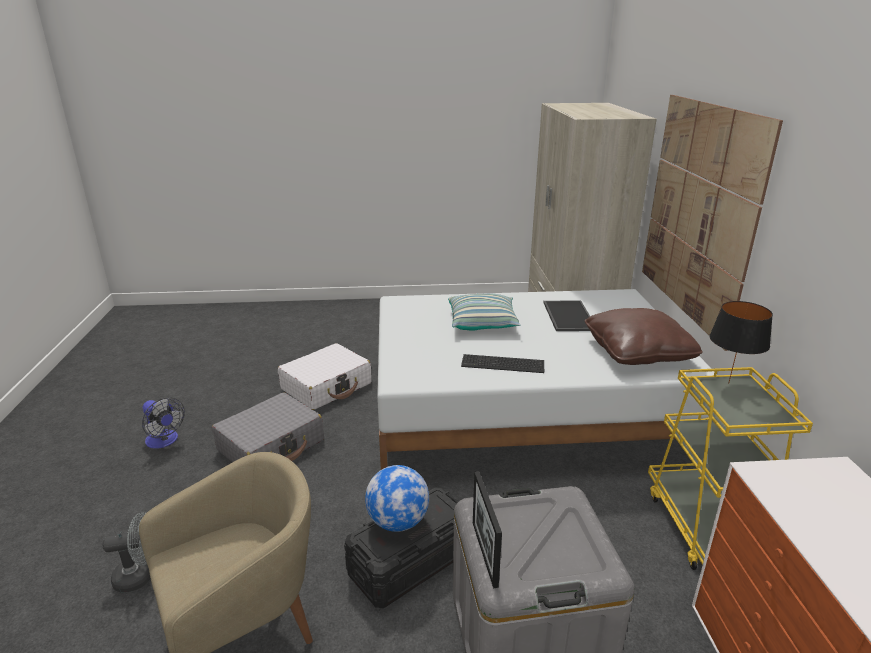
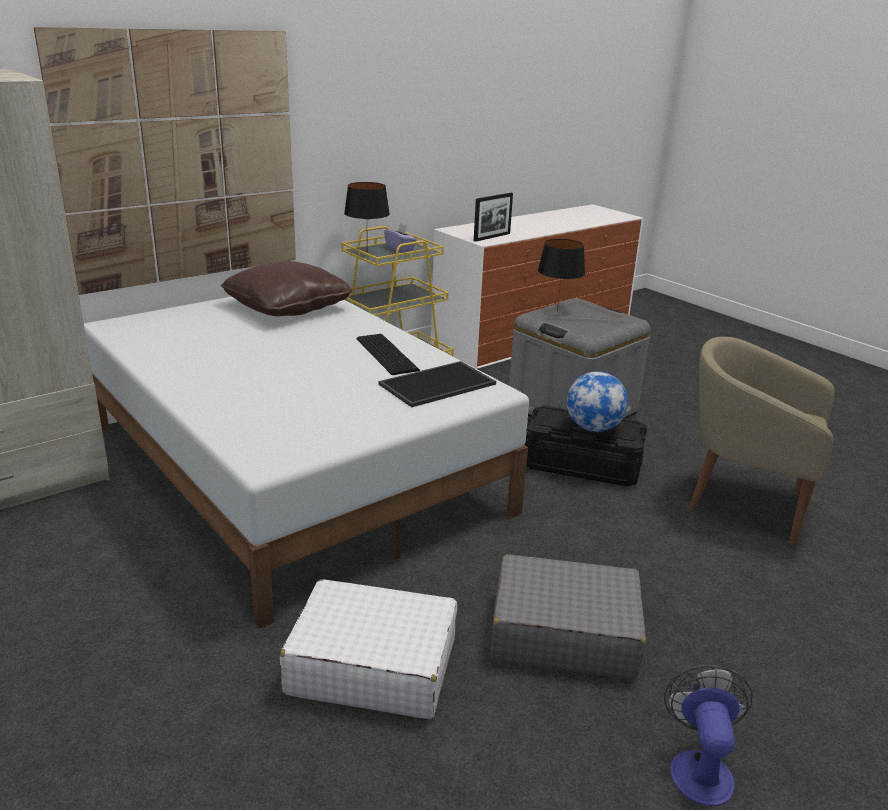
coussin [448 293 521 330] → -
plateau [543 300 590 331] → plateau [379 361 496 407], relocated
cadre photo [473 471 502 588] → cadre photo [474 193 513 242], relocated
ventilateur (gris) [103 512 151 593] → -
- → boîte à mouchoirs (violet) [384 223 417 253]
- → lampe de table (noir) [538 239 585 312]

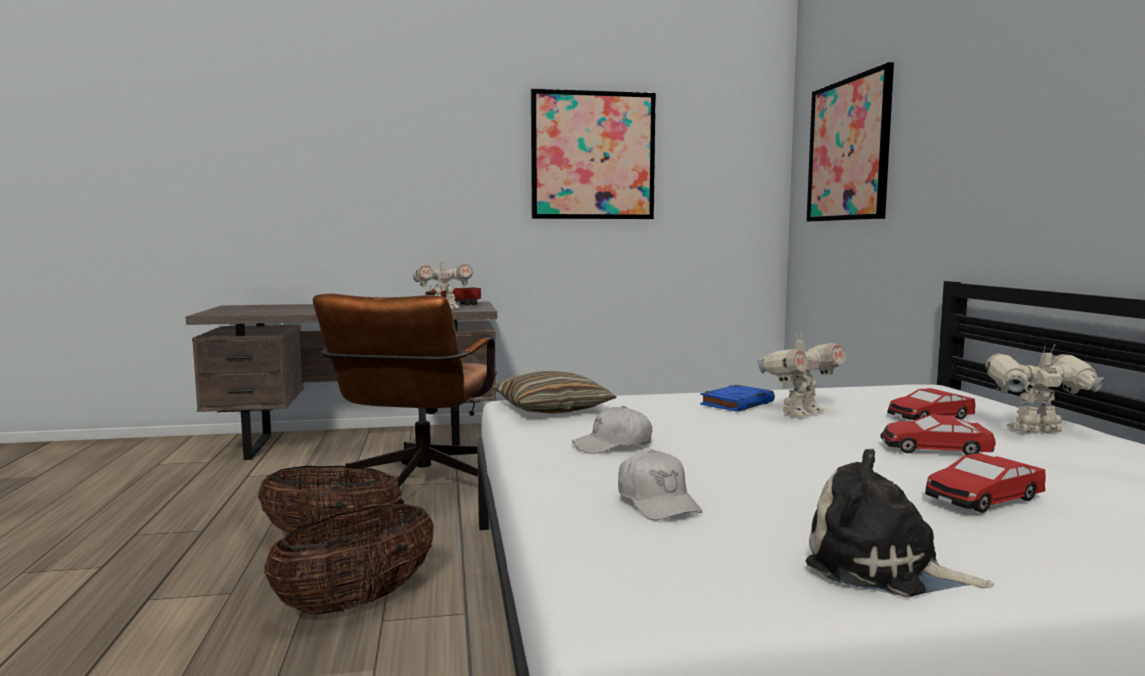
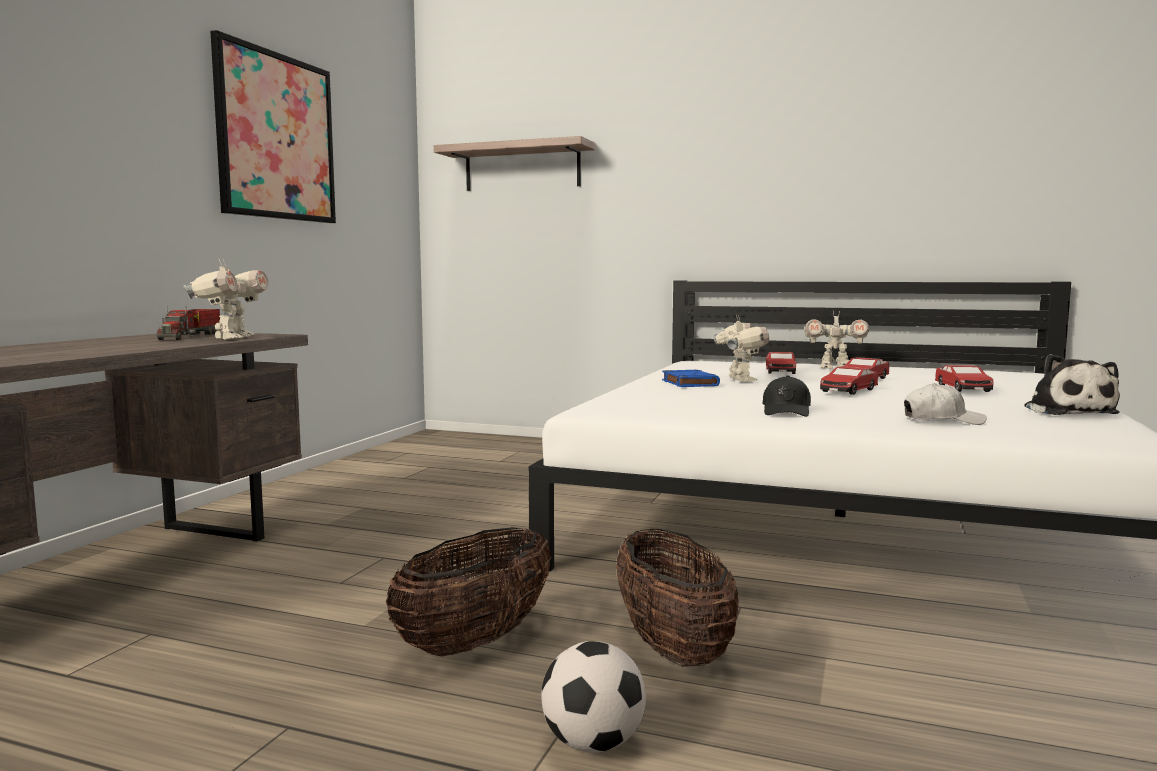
tableau [806 62 894 222] → étagère [434 136 595 191]
chaise de bureau (marron) [313 294 497 511] → -
robot jouet [985 344 1105 434] → robot jouet [804 310 869 369], 105 degrees counterclockwise
coussin [492 371 617 414] → -
casquette (blanc) [572 406 652 454] → casquette (noir) [762 375 811 417]
peluche [806 449 994 597] → peluche [1024 354 1120 415], 60 degrees counterclockwise
- → petite voiture [820 366 878 395]
- → ballon de foot [541 641 646 753]

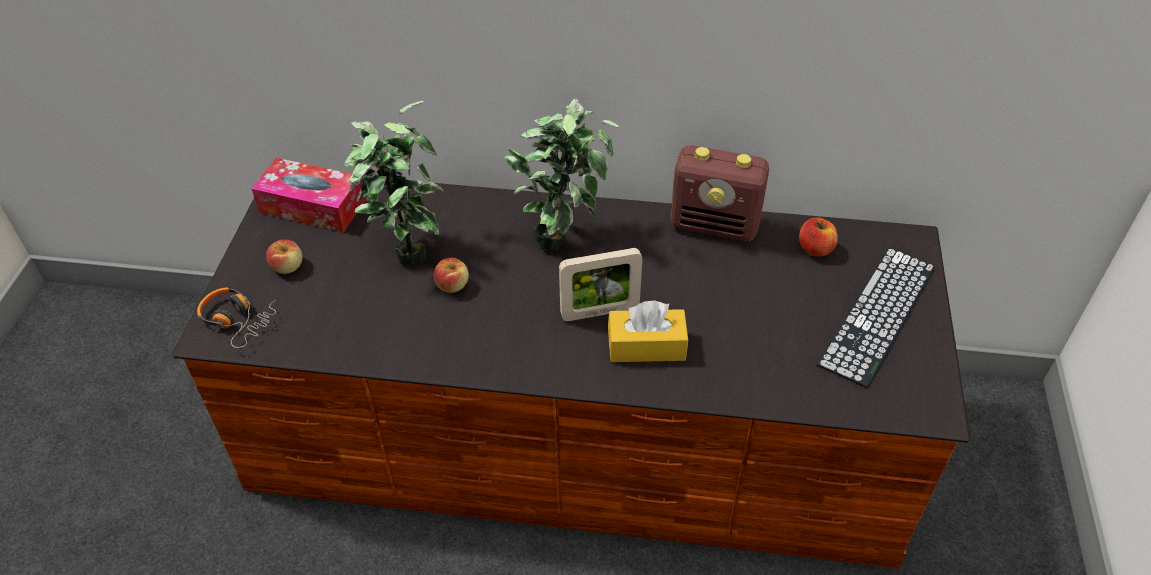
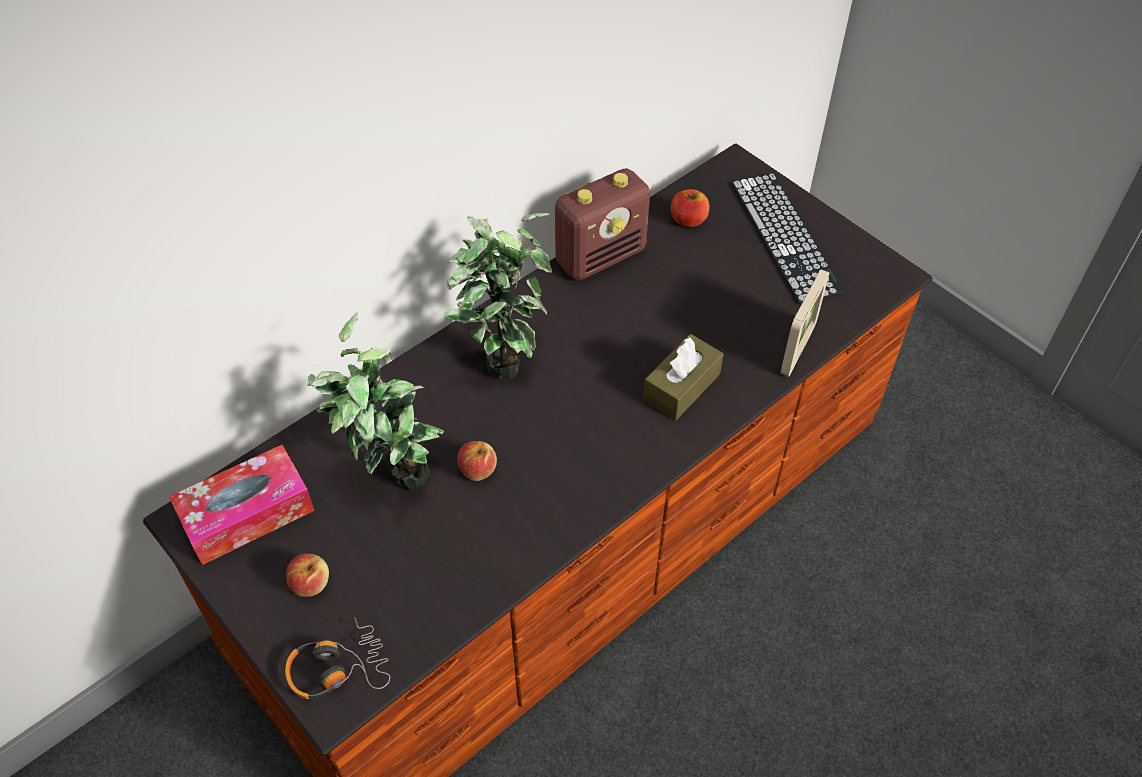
cadre photo [559 248 642 321] → cadre photo [780 269 829 377], relocated
boîte à mouchoirs (jaune) [608 300 688 362] → boîte à mouchoirs (marron) [643 334 724 420]

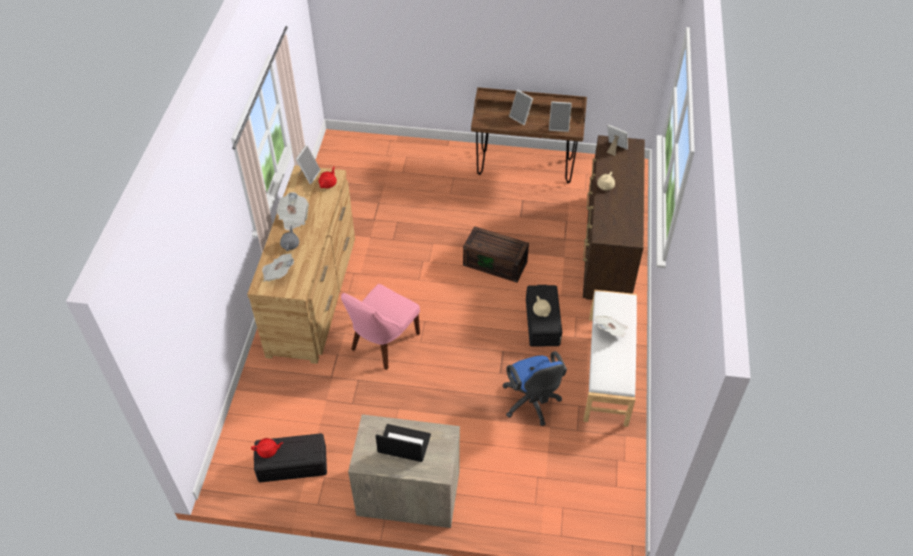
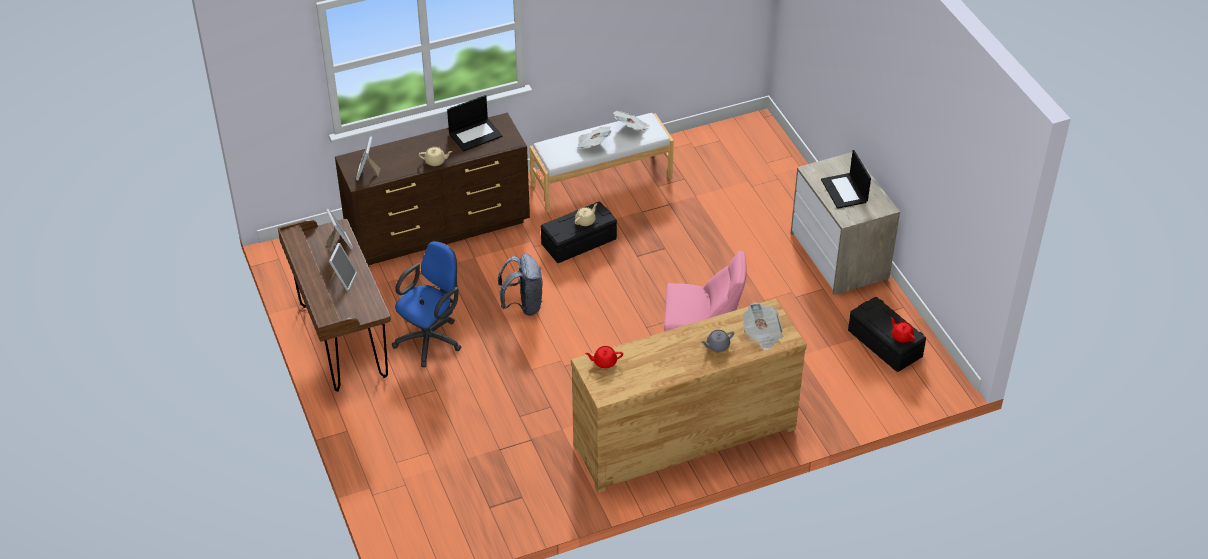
cadre photo [296 145 321 184] → -
journal [276 192 309 230] → journal [613 111 650 131], relocated
boîte de rangement (marron) [463 226 529 283] → sac à dos (gris) [498 254 543 316]
chaise de bureau (bleu) [502 351 567 426] → chaise de bureau (bleu) [392 241 461 367], relocated
- → ordinateur portable [447 95 502 151]

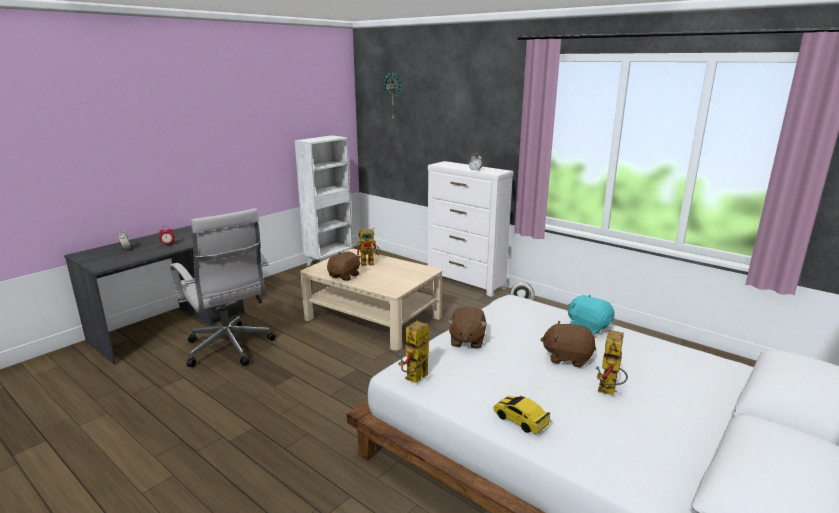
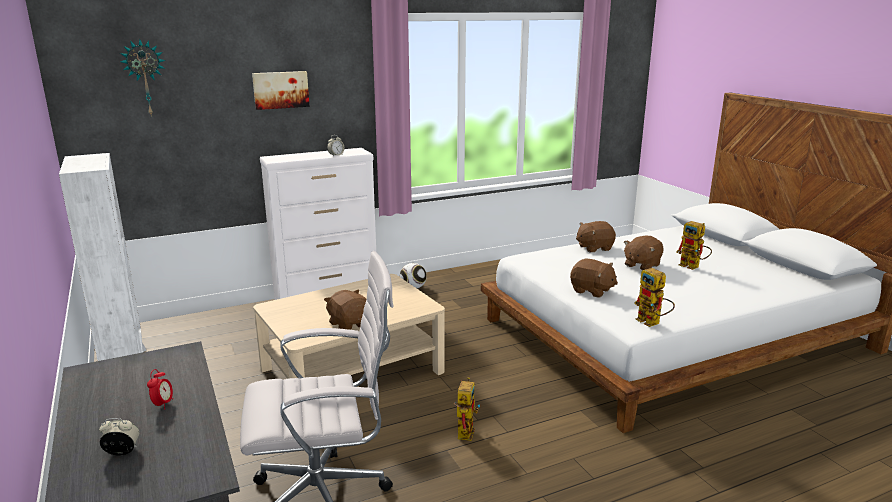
robot jouet [357 228 380 266] → robot jouet [454 377 480 441], relocated
peluche (turquoise) [568 295 614 335] → peluche (marron) [576 221 616 252]
petite voiture [493 395 551 435] → -
- → tableau [252 71 310 110]

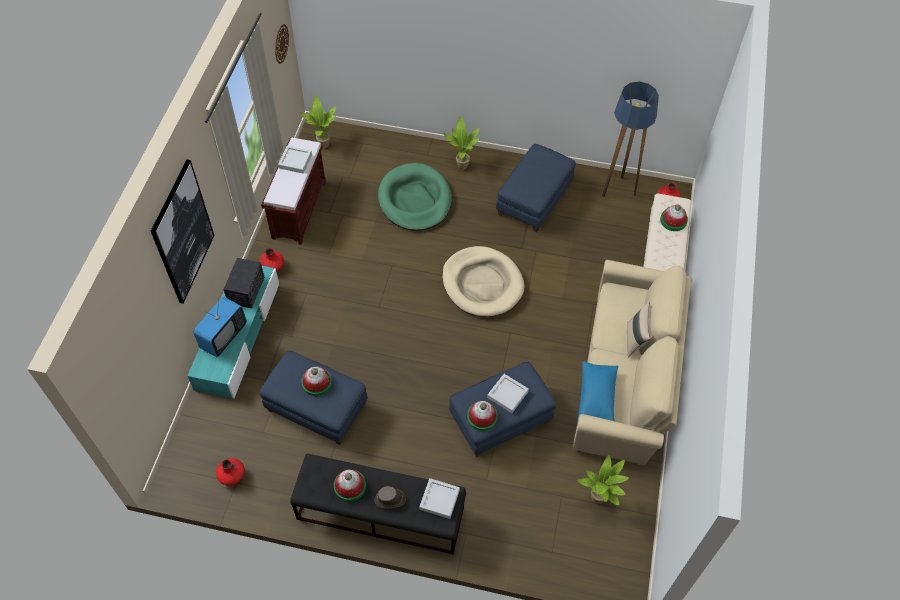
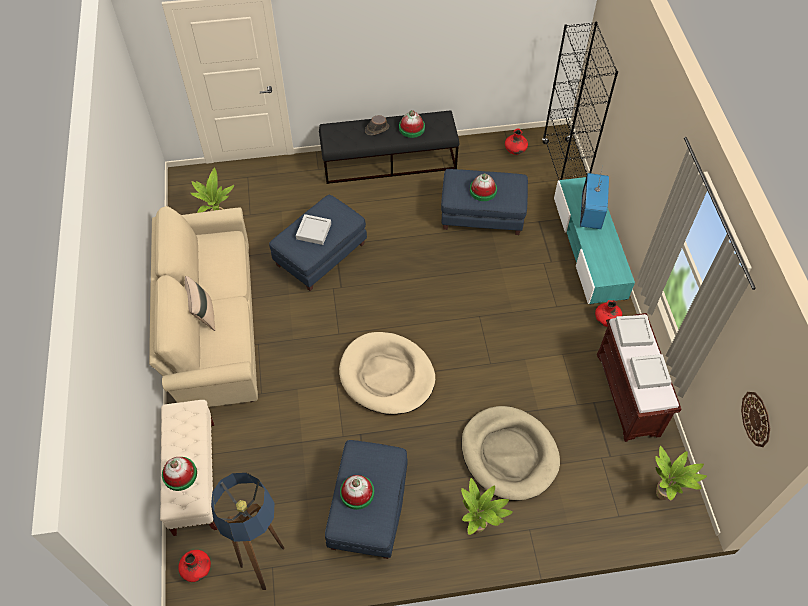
tableau [151 160 215 304] → -
panier pour chien (vert) [378 163 452 231] → panier pour chien (beige) [461 406 560 501]
radio [223 258 264 308] → -
coussin (bleu) [578 361 618 421] → -
chapeau [467 401 498 431] → chapeau [340 475 374 510], relocated
plateau (gris) [419 478 460 519] → plateau (gris) [615 315 654 347], relocated
- → bibliothèque (noir) [542 22 618 180]

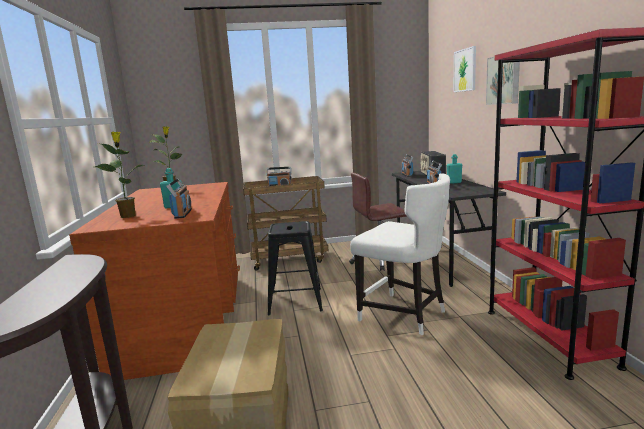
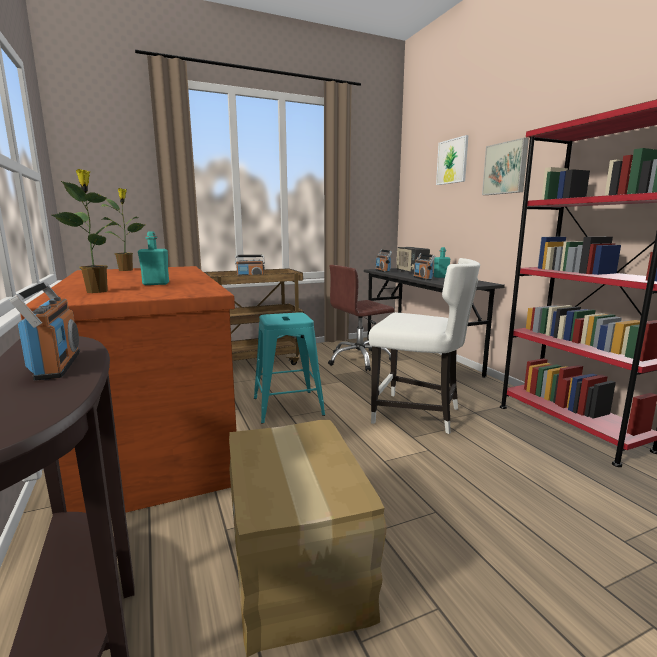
radio [166 178 192 219] → radio [9 282 80 381], relocated
tabouret (noir) [268 221 323 315] → tabouret (turquoise) [254 312 325 424]

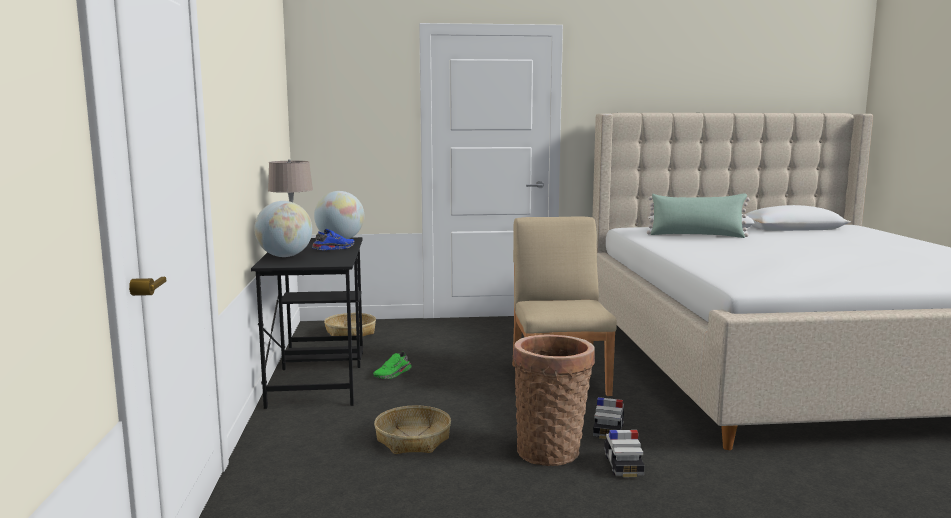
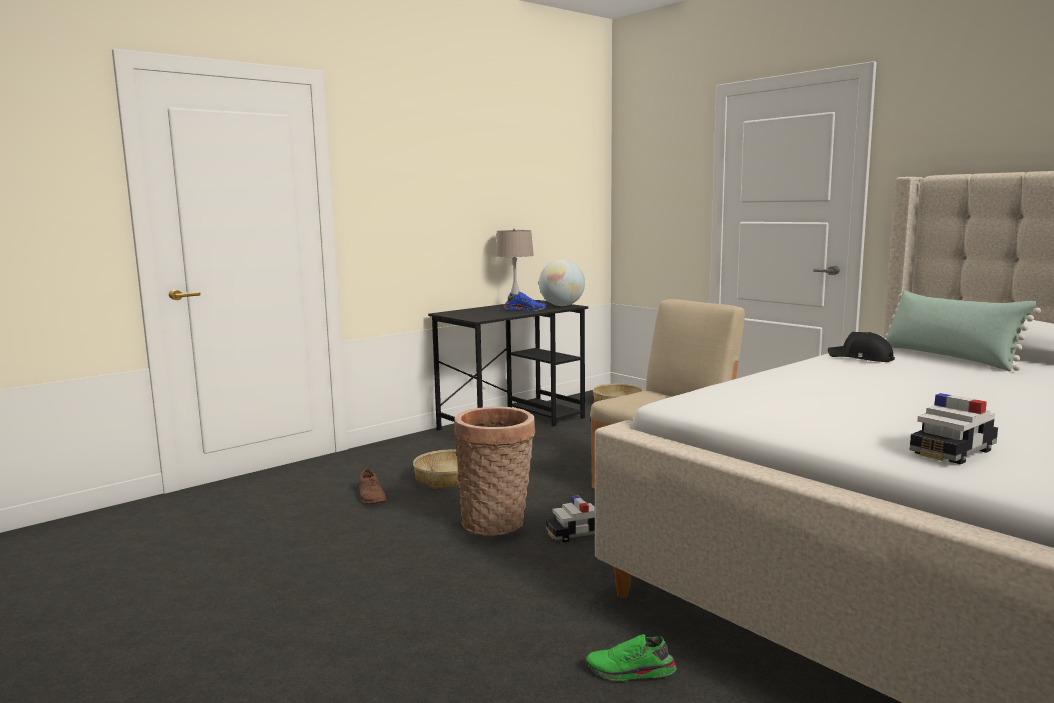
globe [254 201 312 257] → -
chaussure (vert) [373 352 412 379] → chaussure (vert) [586 634 677 681], relocated
petite voiture [604 430 645 477] → petite voiture [910 393 998 464], relocated
- → casquette (noir) [828 332 895 362]
- → chaussure (marron) [359 469 387 504]

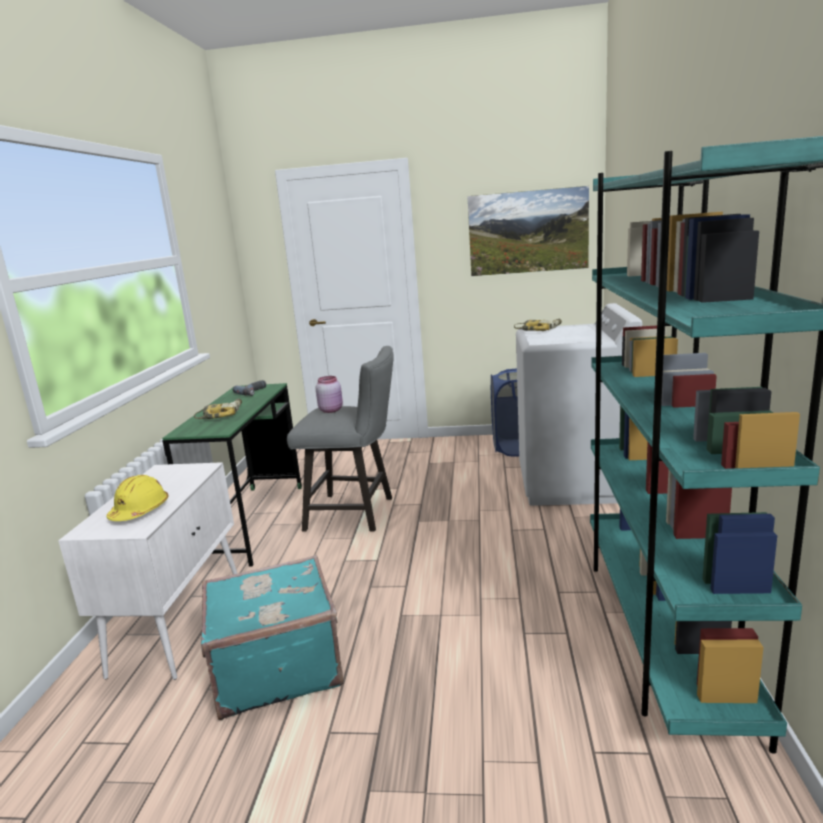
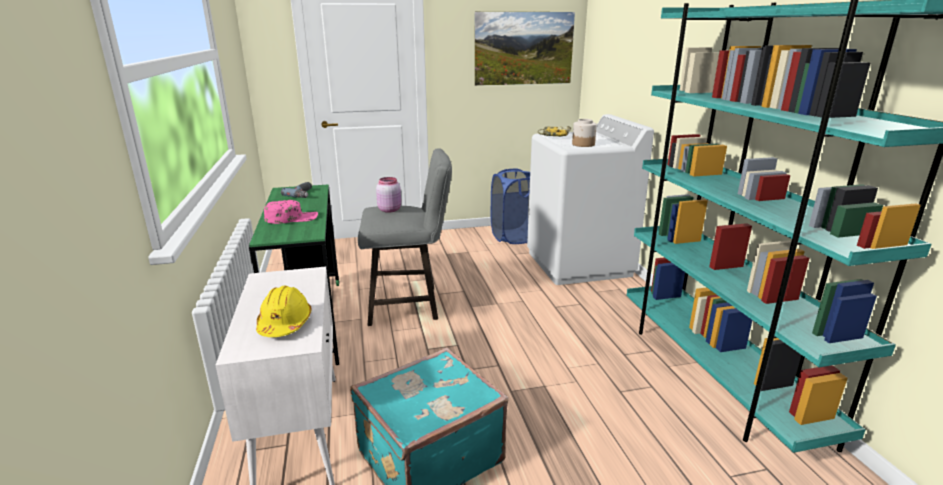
perceuse [194 398 242 419] → casquette (rose) [264 200 318 224]
- → bocal [572 119 597 147]

